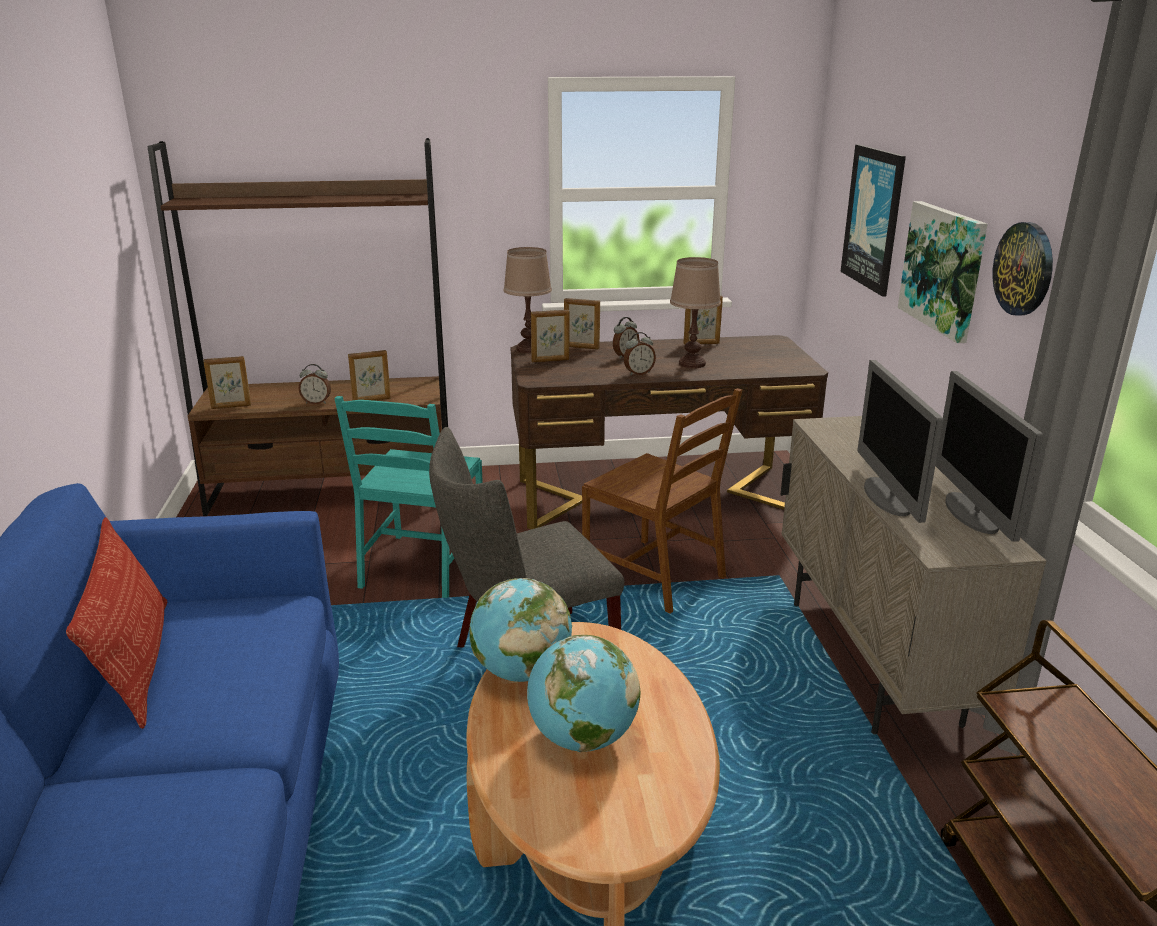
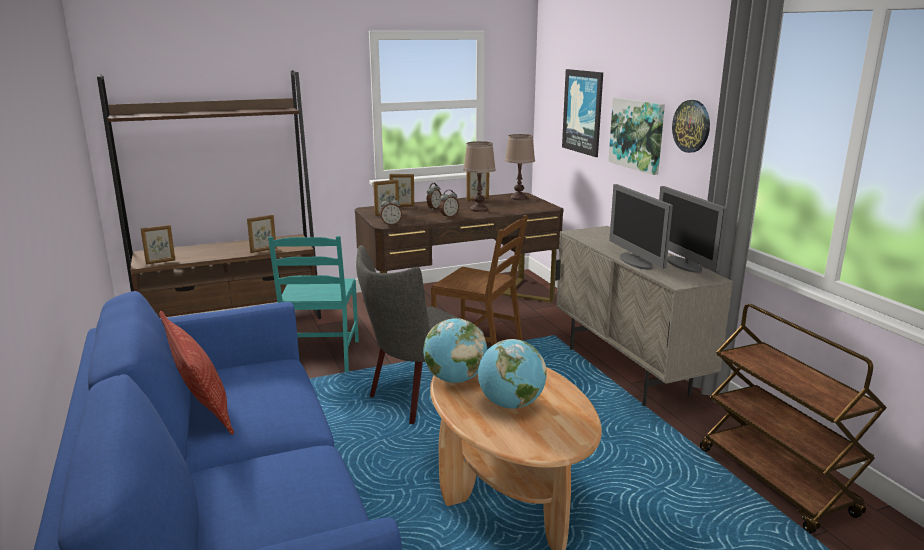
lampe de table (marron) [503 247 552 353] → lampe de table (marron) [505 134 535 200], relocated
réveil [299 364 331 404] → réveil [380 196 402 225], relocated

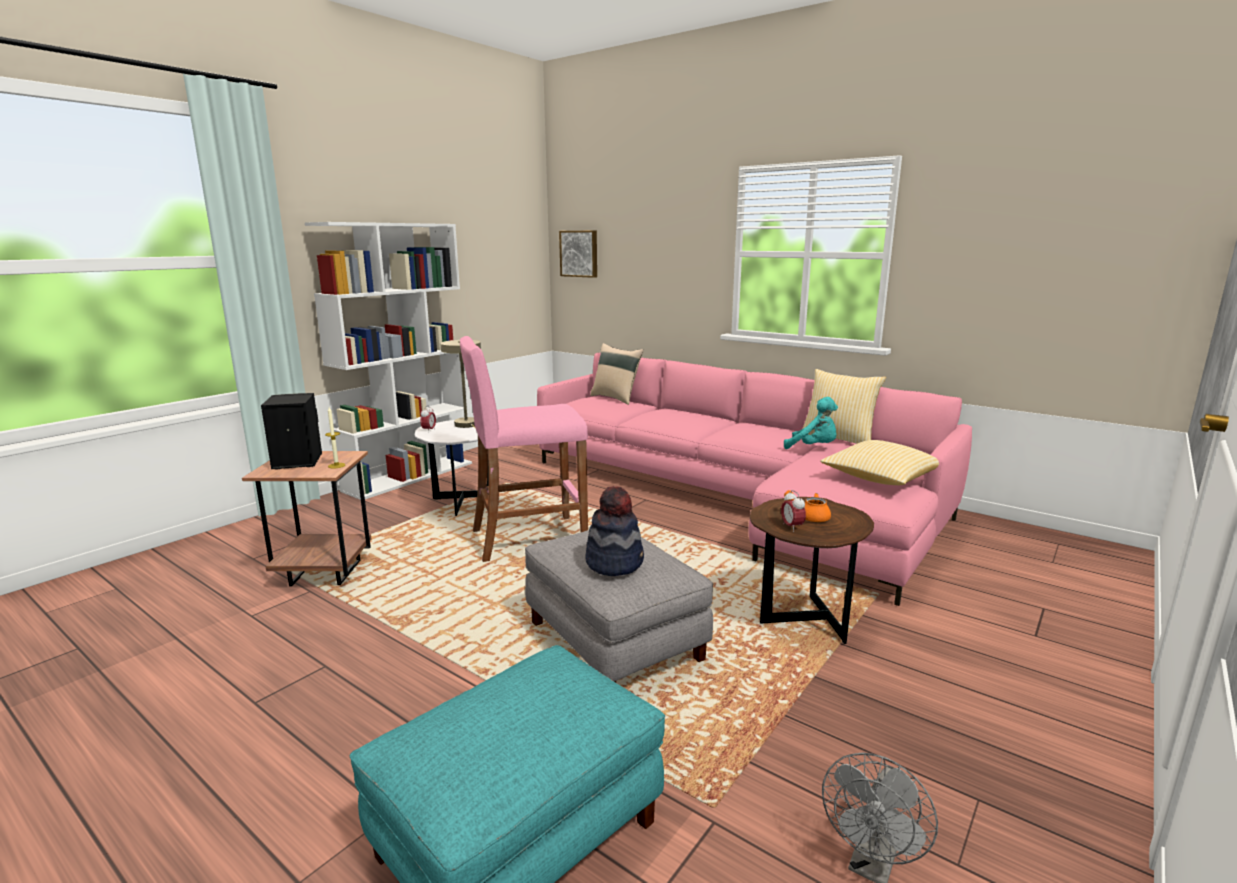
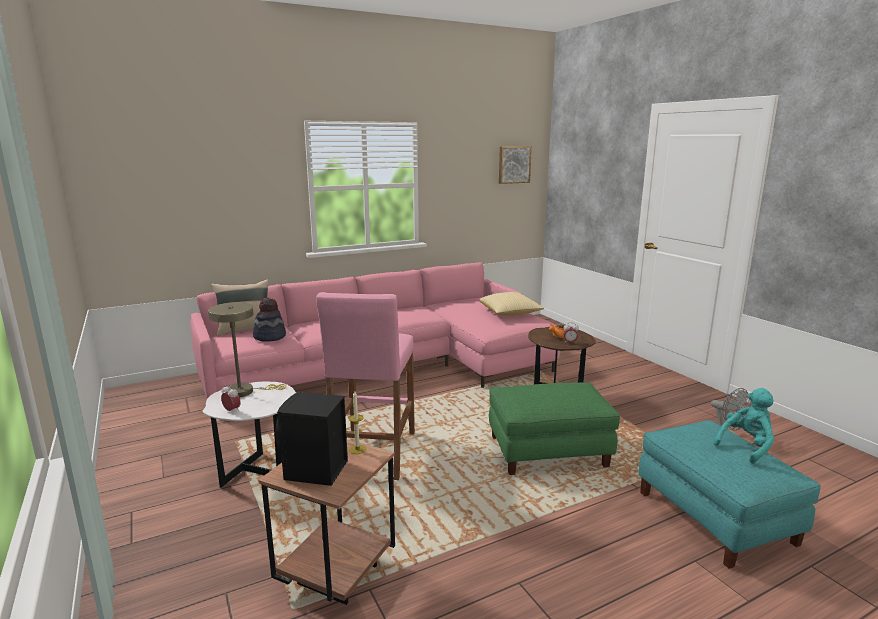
bibliothèque (blanc) [305 222 472 500] → -
tableau [559 230 597 278] → tableau [499 147 532 184], relocated
coussin [802 369 886 444] → -
peluche (turquoise) [784 397 838 449] → peluche (turquoise) [713 388 774 464], relocated
chapeau [586 486 644 576] → chapeau [253 298 286 342], relocated
pouf (gris) [525 530 713 682] → pouf (vert) [489 383 620 475]

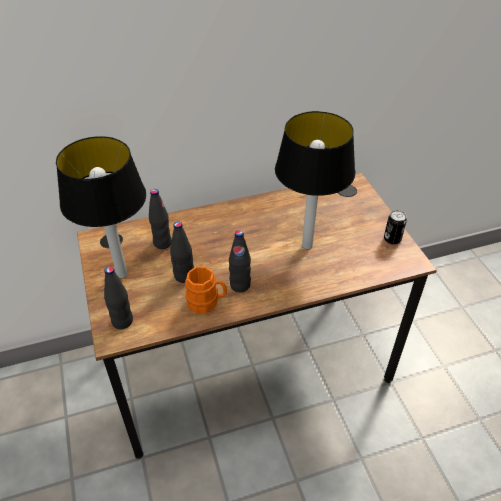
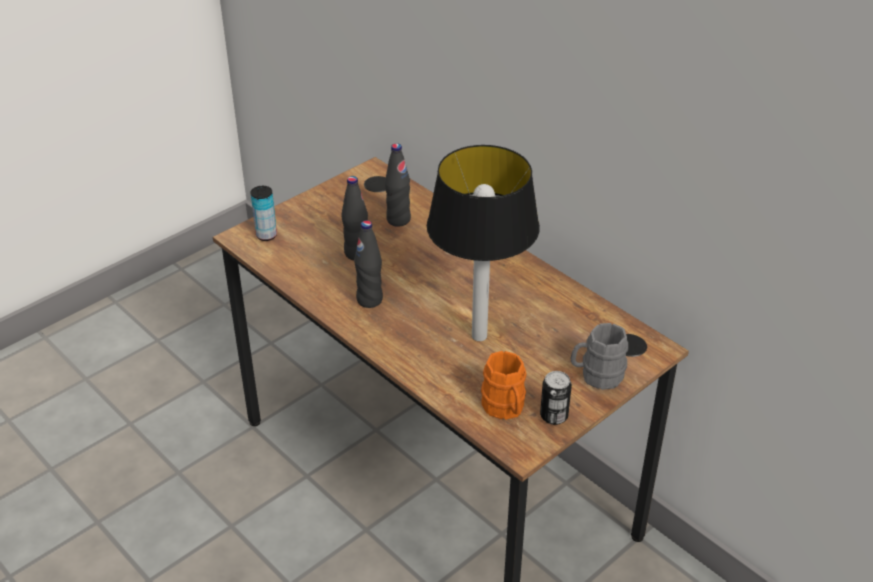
lampe de table [56 136 146 278] → -
bouteille (noir) [104 266 133 329] → boîte métallique [250 186 277 241]
mug (orange) [185 266 227 314] → mug (orange) [481 351 527 420], relocated
- → mug (gris) [570 323 628 390]

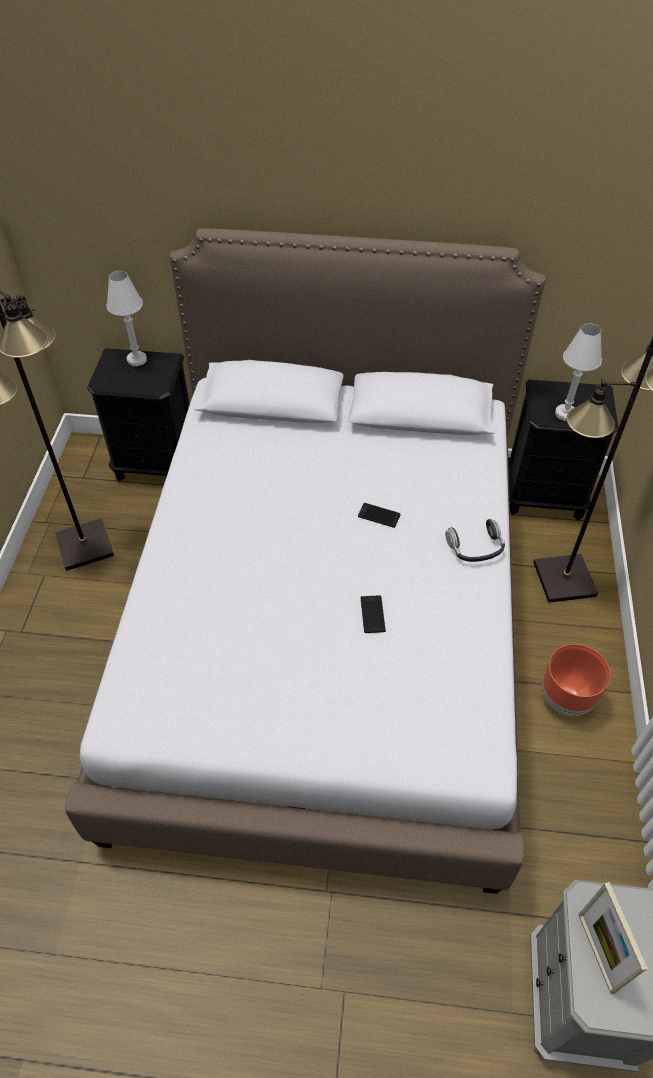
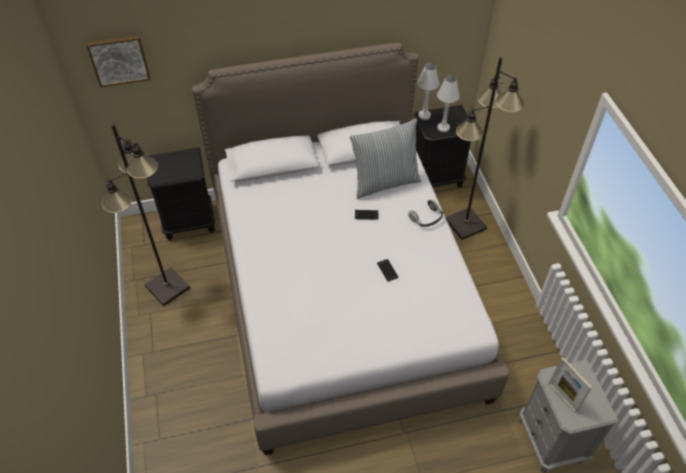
lampe de table (blanc) [107 271 147 366] → lampe de table (blanc) [417 63 439 120], relocated
cache-pot (marron) [542 644 611 717] → -
- → tableau [86 35 151 87]
- → coussin [350 119 421 199]

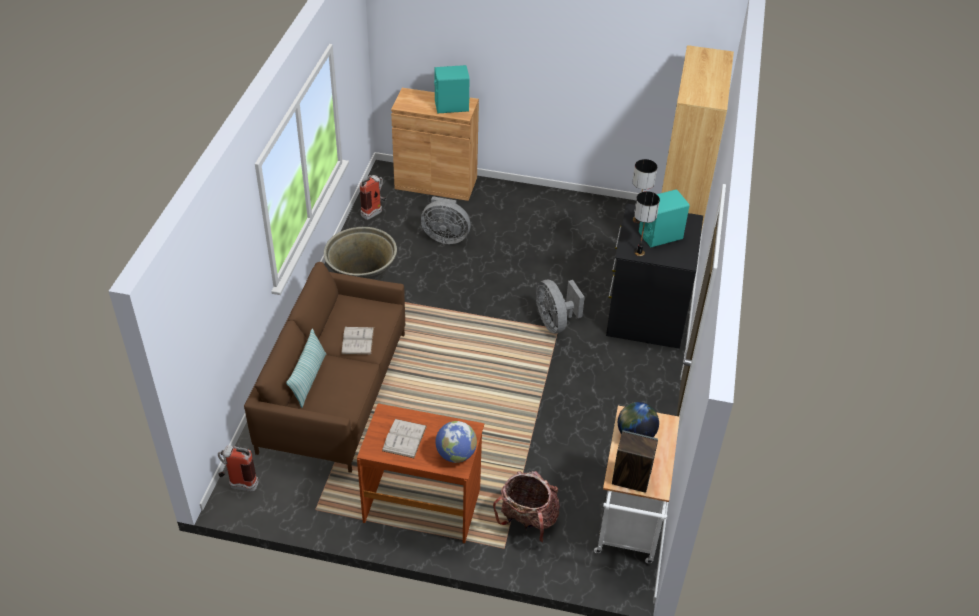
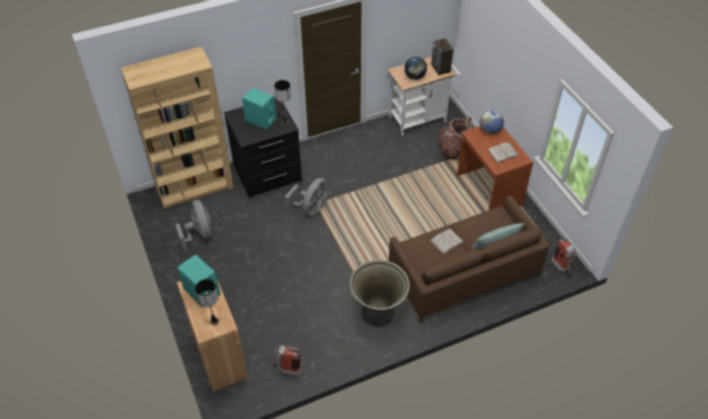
lampe de table [633 159 657 223] → lampe de table [195 279 219 326], relocated
ventilateur (gris) [421 196 471 244] → ventilateur (gris) [175 200 212 252], relocated

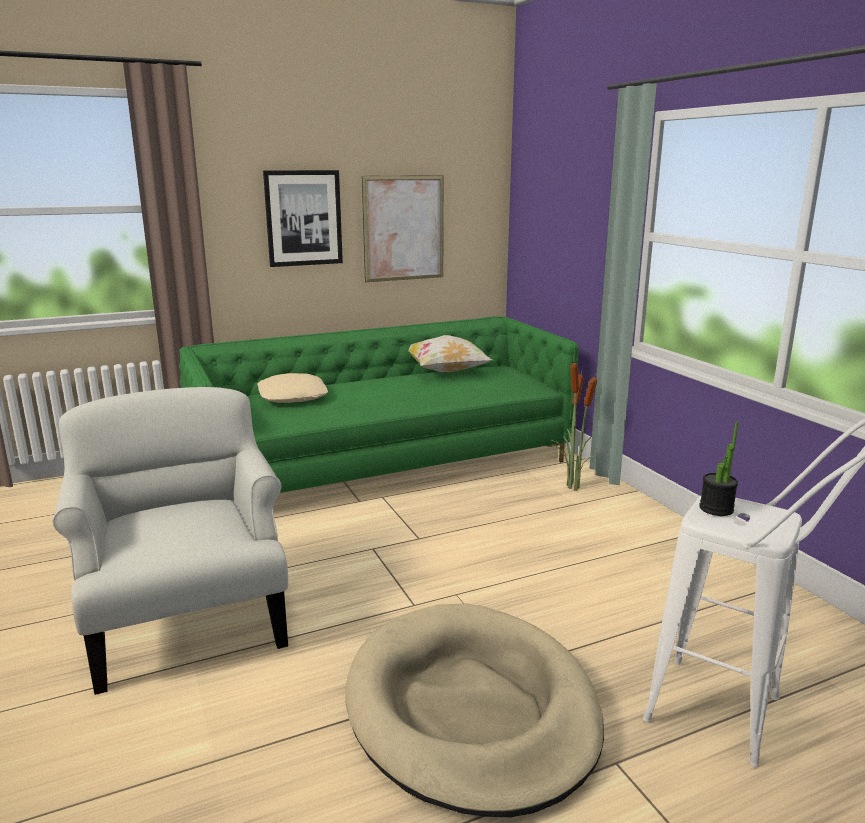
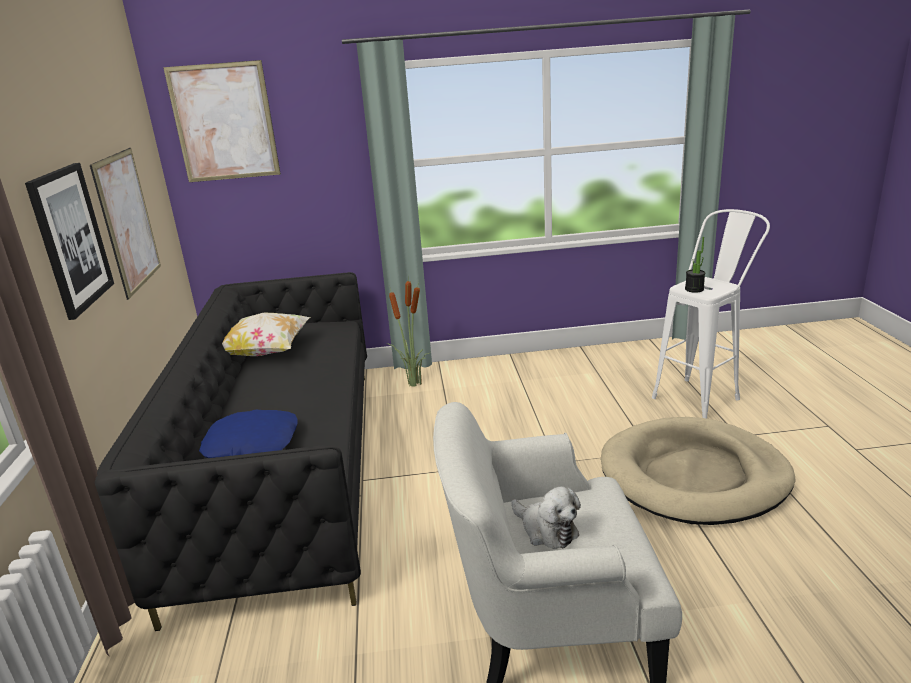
canapé (vert) [179 316 579 493] → canapé (noir) [95 272 367 631]
coussin (beige) [257 373 328 403] → coussin (bleu) [199 410 298 458]
- → tableau [163 60 281 182]
- → peluche [511 486 581 549]

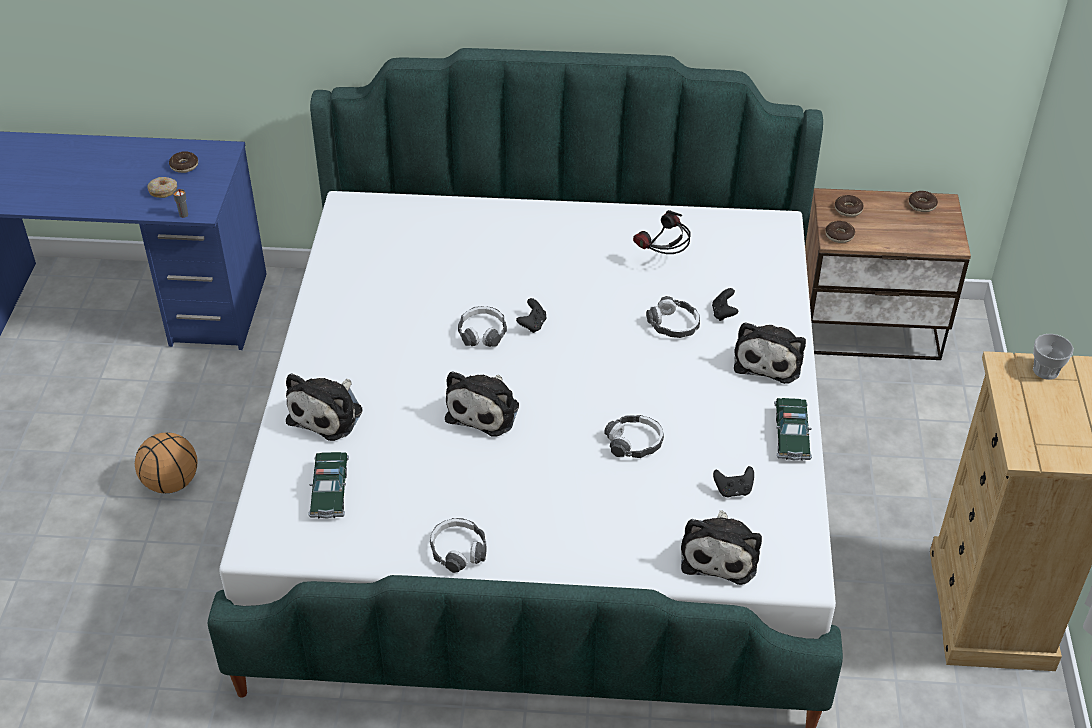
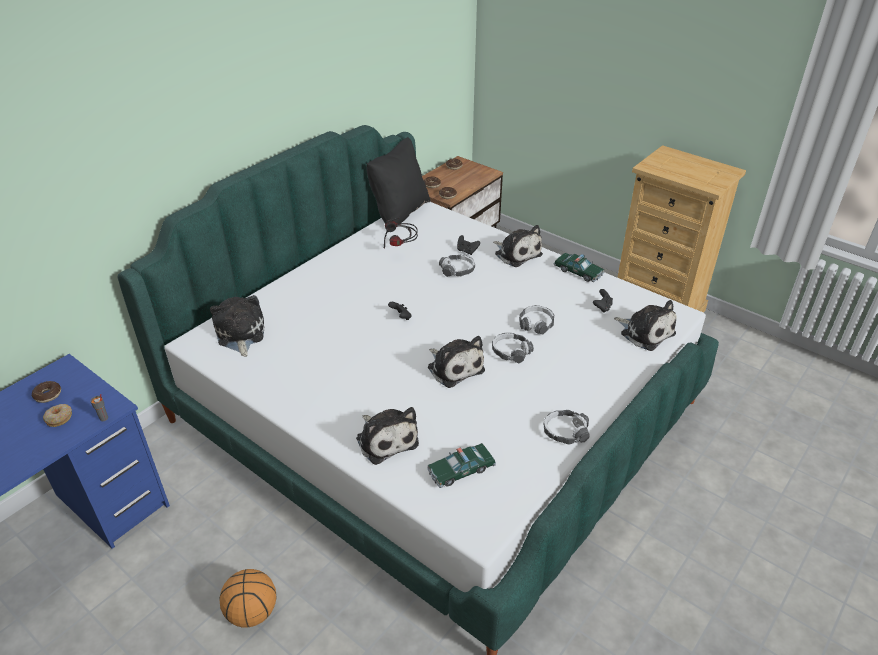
casque audio [458 306 507 347] → casque audio [492 333 534 363], relocated
tasse [1033 334 1074 380] → -
petite voiture [308 452 349 519] → petite voiture [427 443 496 488], 120 degrees clockwise
- → coussin (noir) [366 137 431 224]
- → peluche [210 295 265 357]

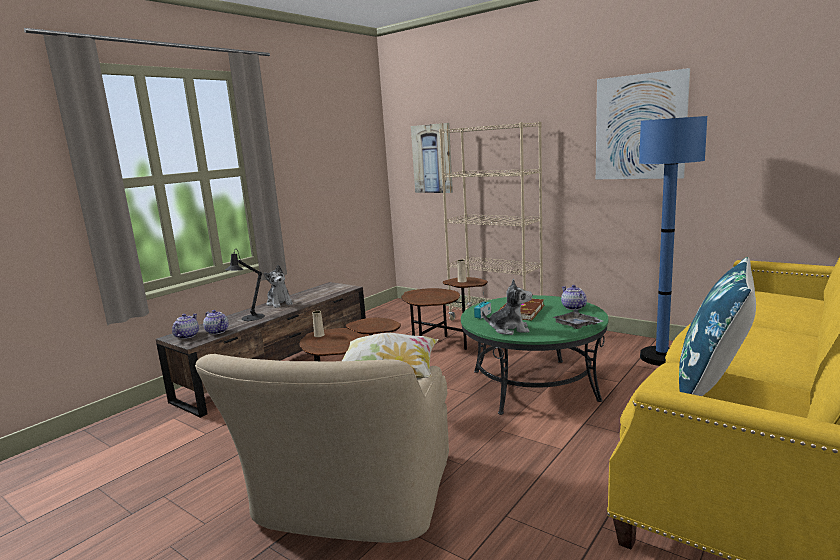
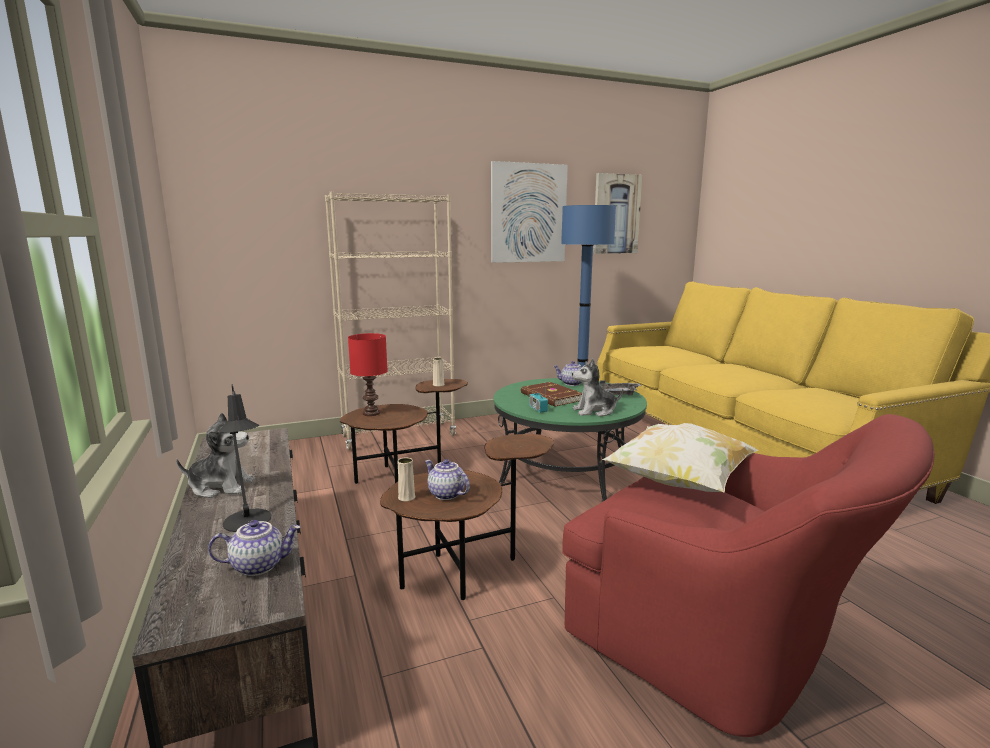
tableau [411 123 453 193] → tableau [593 173 643 254], relocated
coussin (bleu) [679 257 756 396] → -
peluche [482 279 532 335] → peluche [572 359 623 417], 135 degrees counterclockwise
théière [172 314 199 339] → théière [425 459 470 500], relocated
fauteuil (beige) [195 354 449 543] → fauteuil (rouge) [562 414 935 737]
- → lampe de table (rouge) [348 333 388 416]

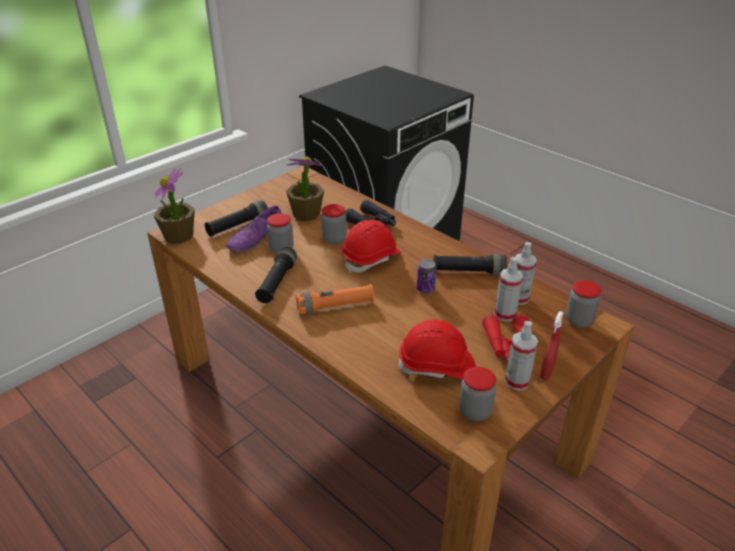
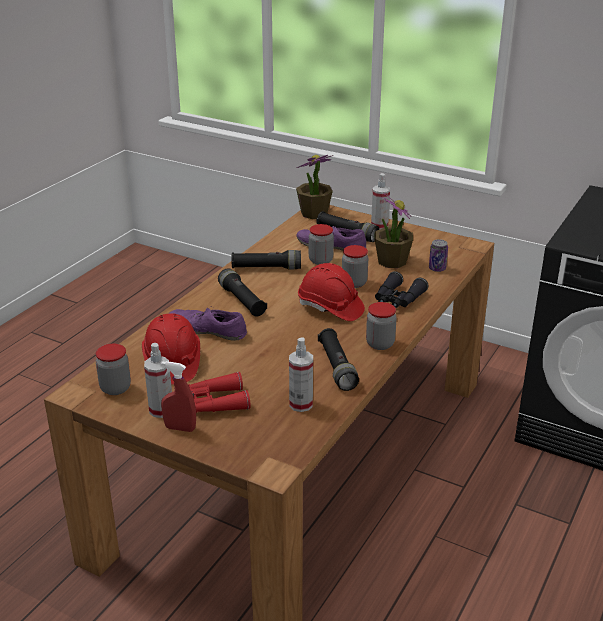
vaporisateur [495 257 523 322] → vaporisateur [371 173 390 230], relocated
boîte métallique [417 259 436 293] → boîte métallique [429 239 448 272], relocated
bocal [566 280 601 327] → bocal [366 302 397 350], relocated
lampe de poche (orange) [296 284 374 314] → lampe de poche (noir) [218 268 267 317]
- → chaussure (violet) [169 306 247 341]

